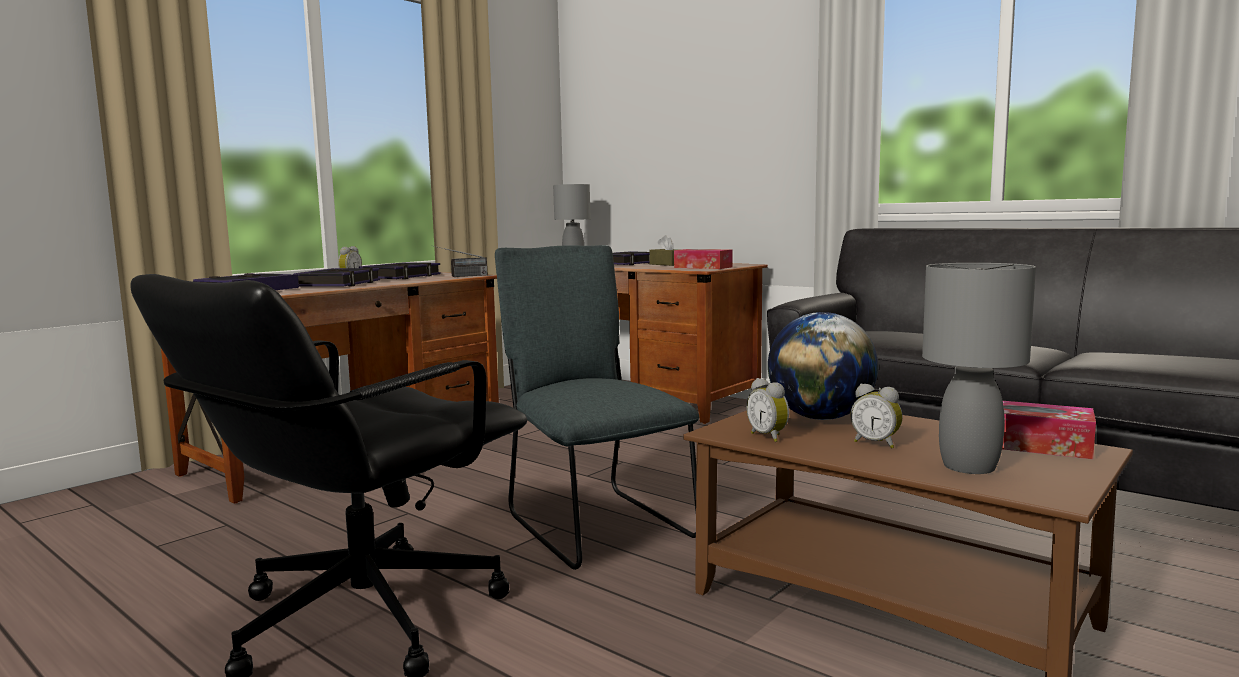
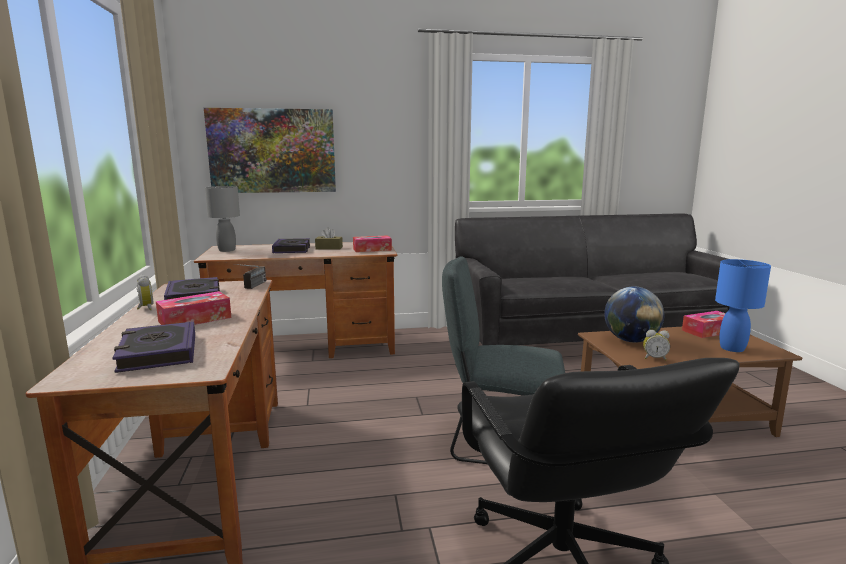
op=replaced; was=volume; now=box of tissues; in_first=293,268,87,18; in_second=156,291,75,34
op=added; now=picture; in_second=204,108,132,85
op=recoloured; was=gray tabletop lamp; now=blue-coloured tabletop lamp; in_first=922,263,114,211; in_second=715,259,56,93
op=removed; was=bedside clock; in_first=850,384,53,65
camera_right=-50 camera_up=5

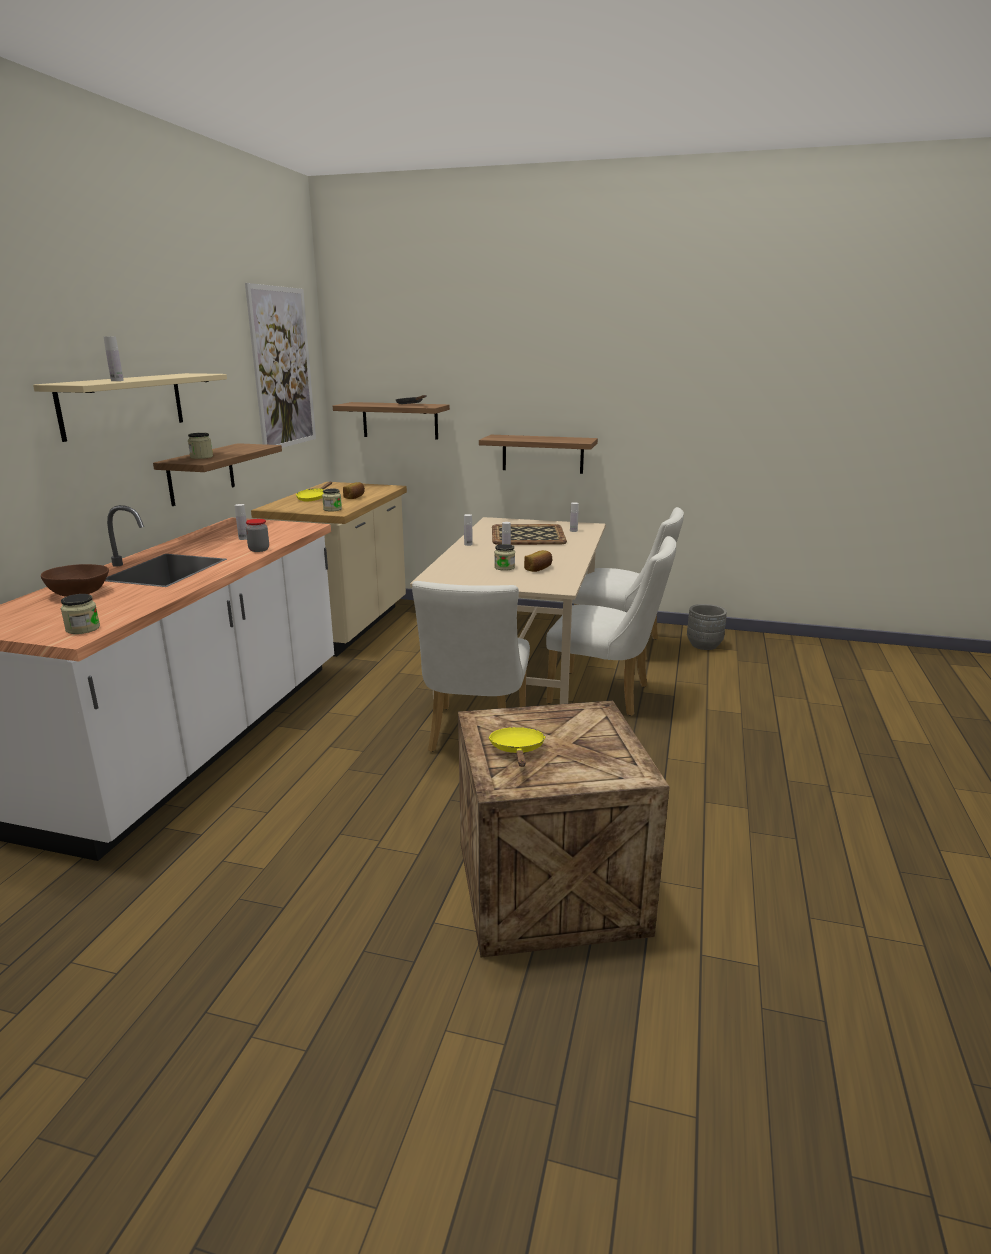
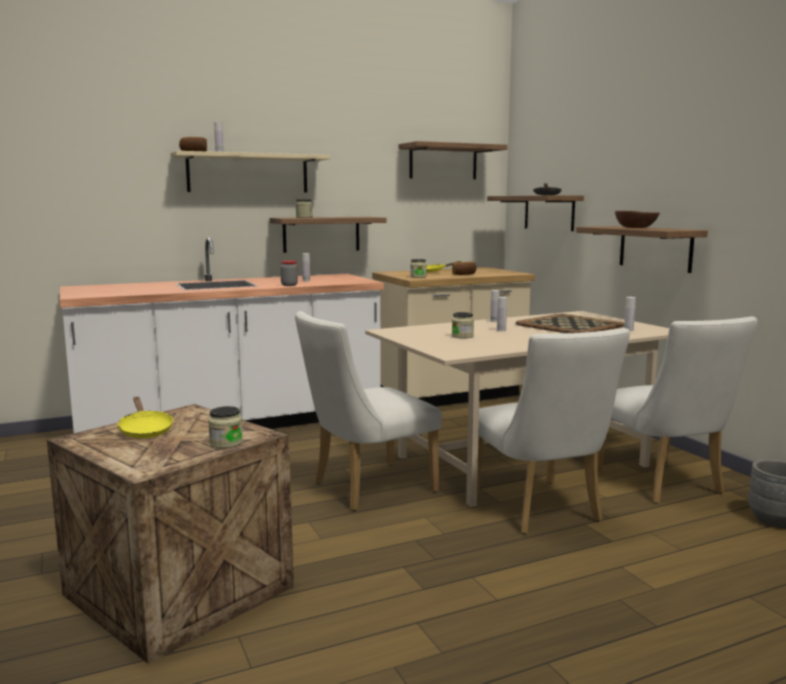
op=turned; was=yellow-coloured frying pan; in_first=488,727,58,40; in_second=117,397,56,41; clockwise=105
op=moved; was=bakery bread; in_first=524,550,28,22; in_second=179,137,28,14
op=moved; was=storage jar; in_first=60,594,40,40; in_second=208,406,35,42
op=replaced; was=picture; now=wall shelf; in_first=245,283,71,165; in_second=399,141,109,38
op=moved; was=brownish serving bowl; in_first=41,564,68,33; in_second=615,211,45,17
camera_right=50 camera_up=-10

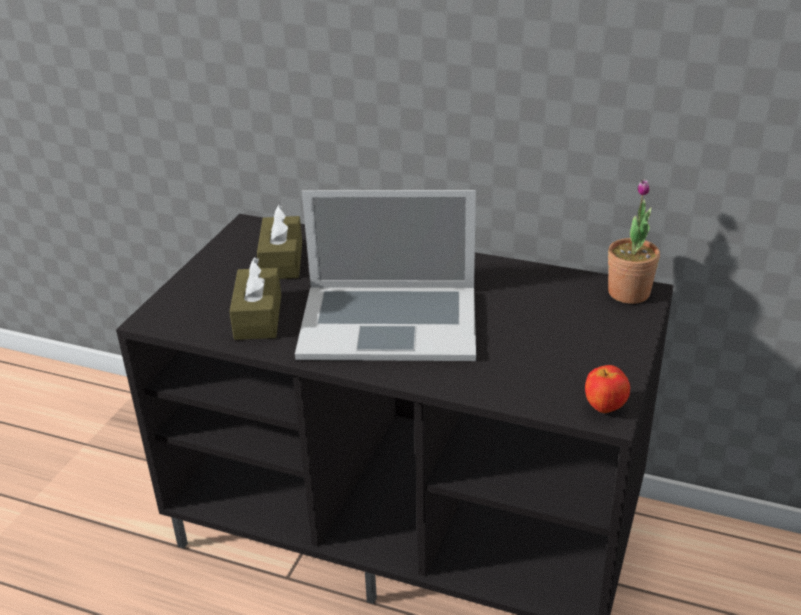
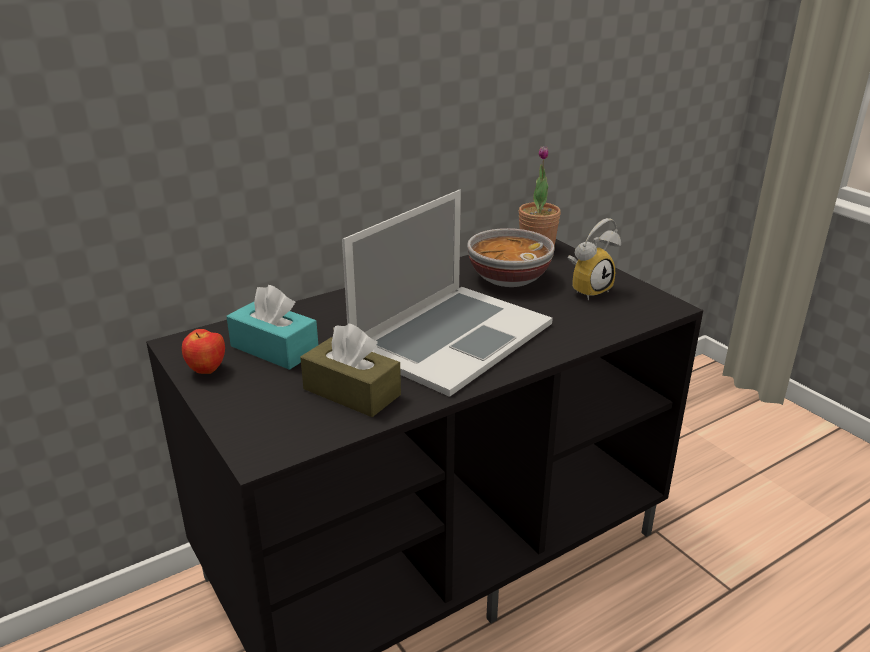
op=moved; was=whole apple; in_first=585,365,45,48; in_second=182,329,43,45
op=recoloured; was=brownish box of tissues; now=blue-green box of tissues; in_first=257,205,45,74; in_second=226,285,92,85
op=added; now=serving bowl; in_second=467,228,88,59
op=added; now=bedside clock; in_second=567,218,54,82
camera_right=-55 camera_up=-5

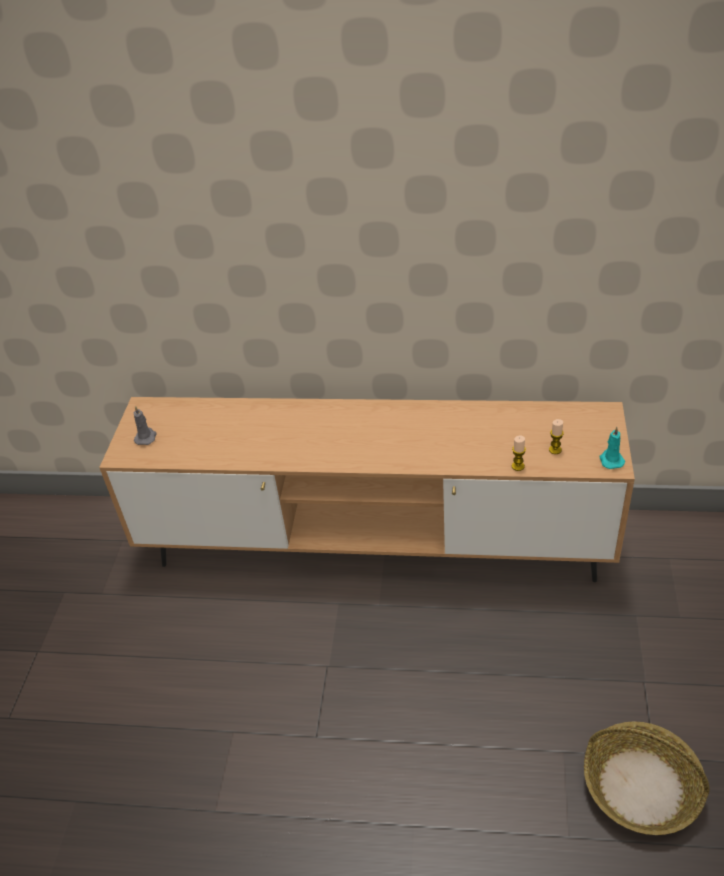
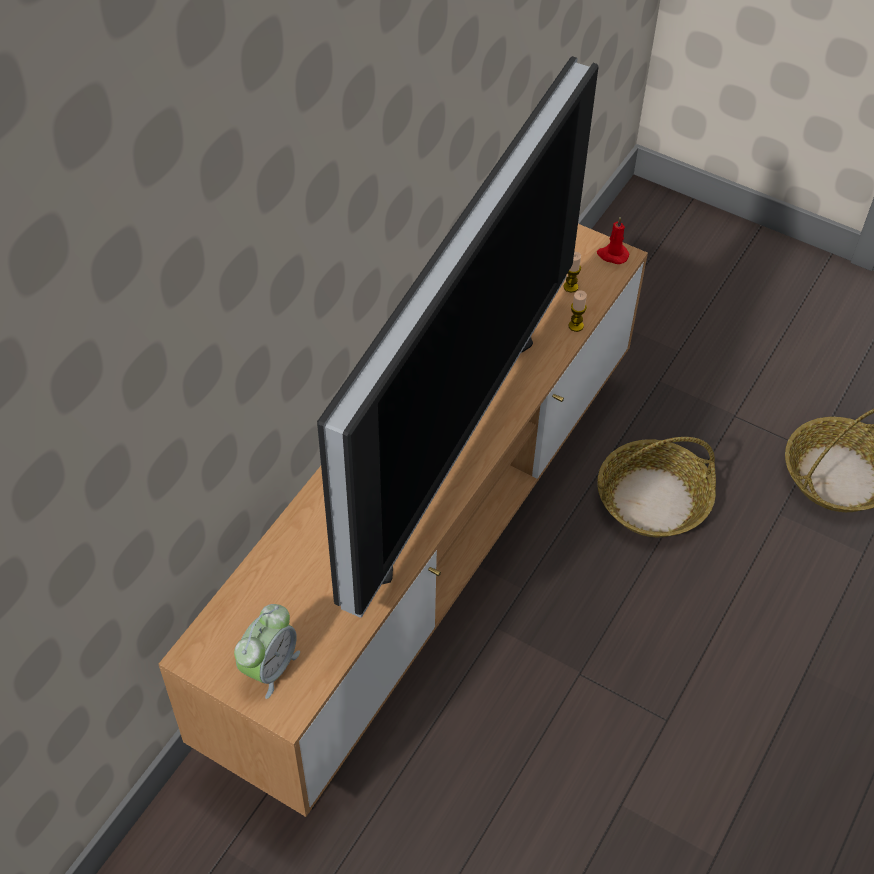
op=replaced; was=gray candle; now=bedside clock; in_first=134,406,22,39; in_second=234,604,66,95
op=added; now=TV; in_second=317,56,282,562
op=recoloured; was=blue-green candle; now=red-coloured candle; in_first=600,427,25,42; in_second=597,217,32,47
op=added; now=basket; in_second=597,437,119,100
camera_right=-70 camera_up=10

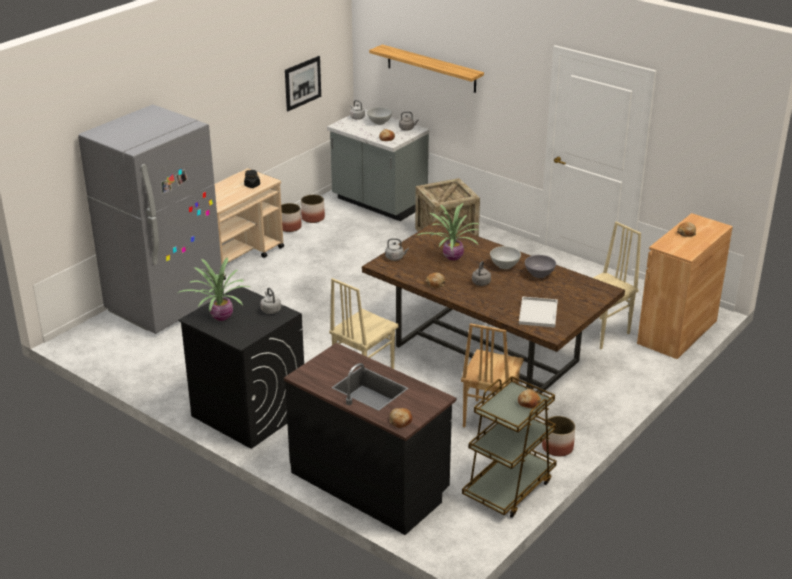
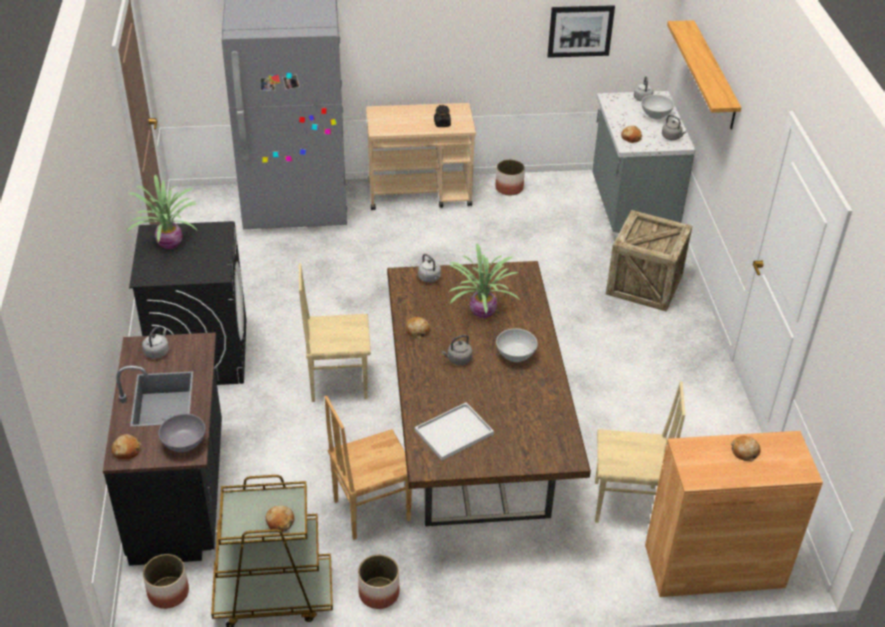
op=moved; was=gray tea kettle; in_first=260,287,21,27; in_second=142,326,27,33
op=moved; was=flower pot; in_first=301,195,24,28; in_second=143,554,46,55
op=moved; was=gray serving bowl; in_first=525,255,31,23; in_second=158,414,47,38
camera_right=45 camera_up=10

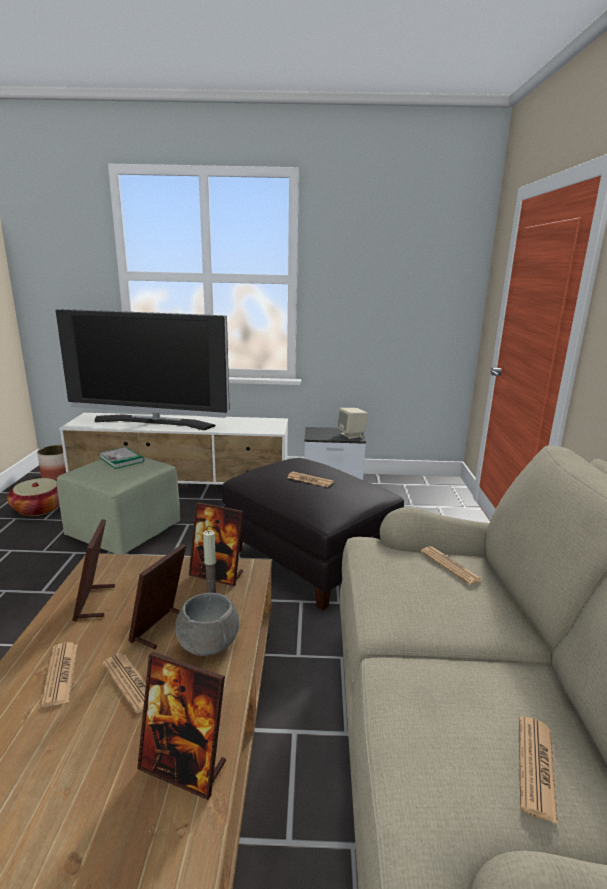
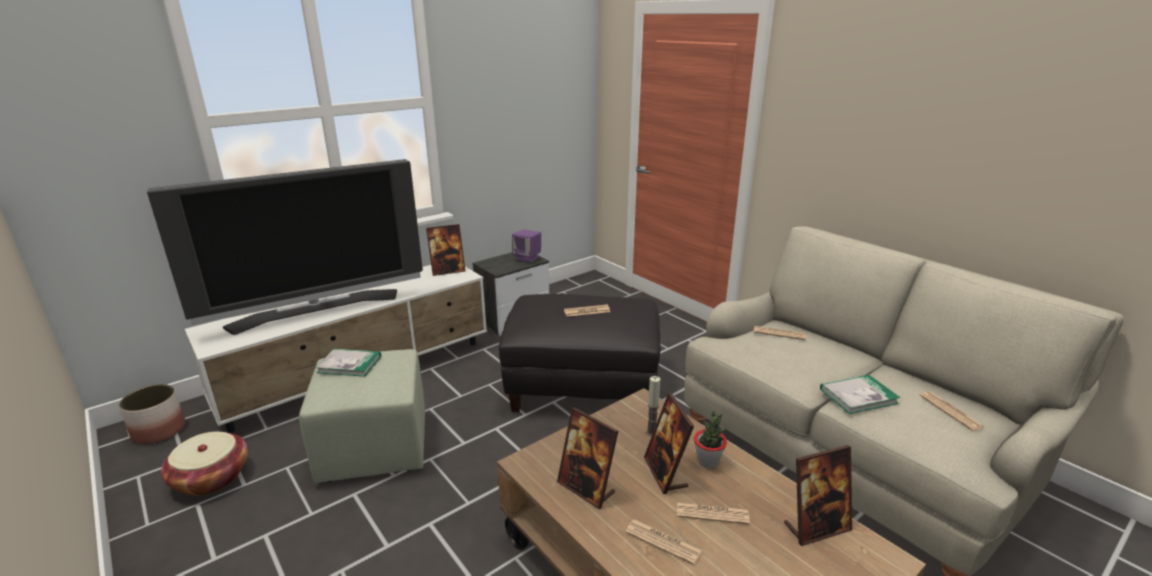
op=moved; was=picture frame; in_first=189,502,55,84; in_second=426,224,40,52
op=recoloured; was=beige speaker; now=purple-coloured speaker; in_first=337,408,31,31; in_second=512,229,29,34
op=replaced; was=gray serving bowl; now=plant in a pot; in_first=175,593,64,63; in_second=694,411,33,58
op=added; now=volume; in_second=820,375,80,39
camera_right=-40 camera_up=5

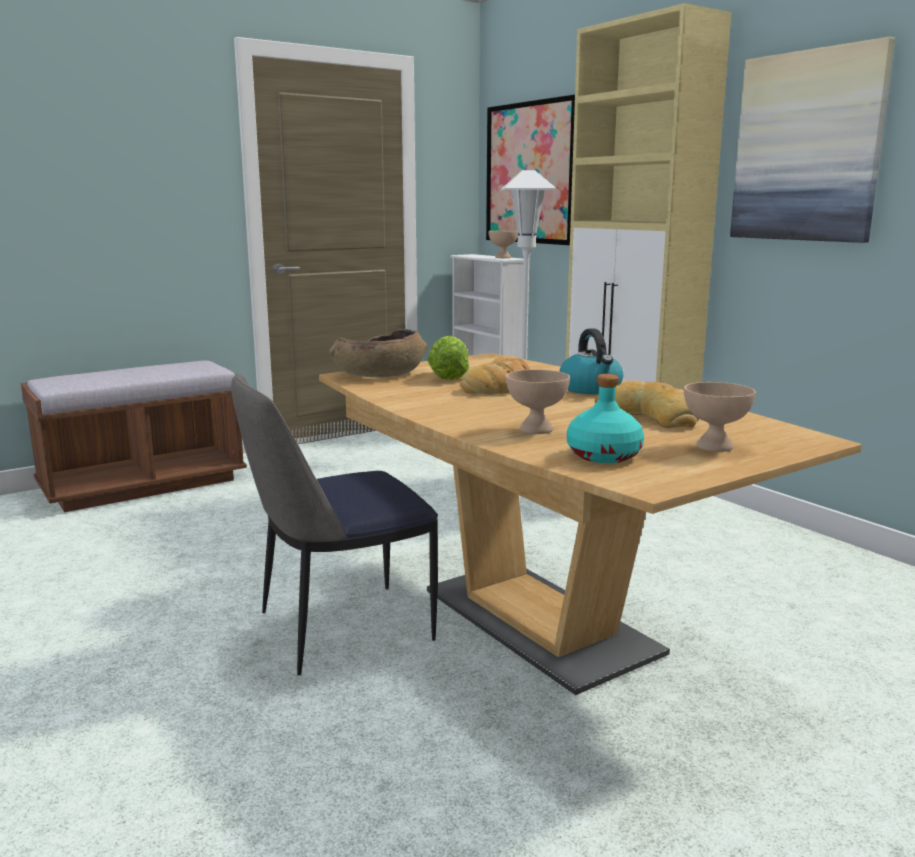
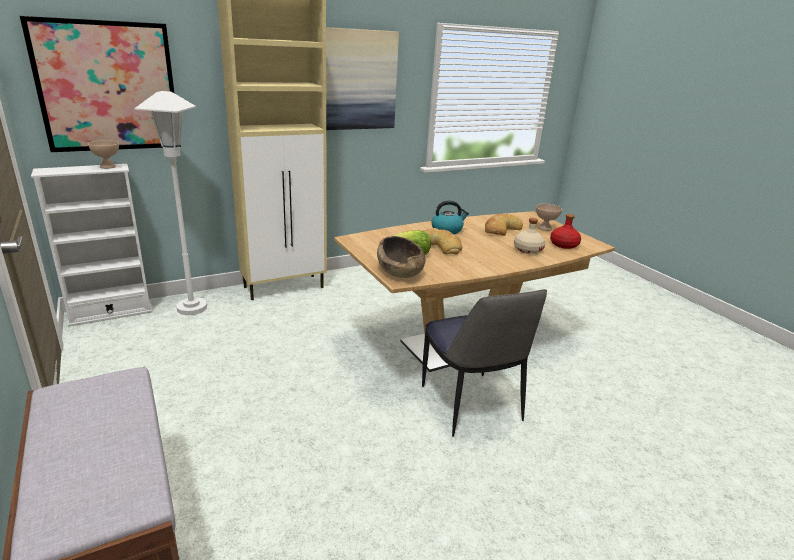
op=replaced; was=beige serving bowl; now=beige drink bottle; in_first=506,370,64,64; in_second=514,218,31,36
op=recoloured; was=blue-green drink bottle; now=red-coloured drink bottle; in_first=567,374,77,89; in_second=550,214,31,35
camera_right=-85 camera_up=10

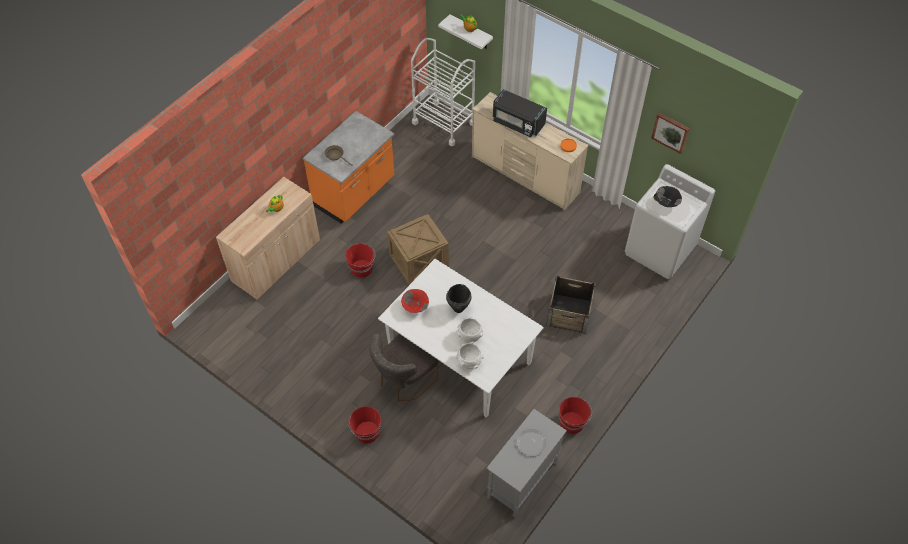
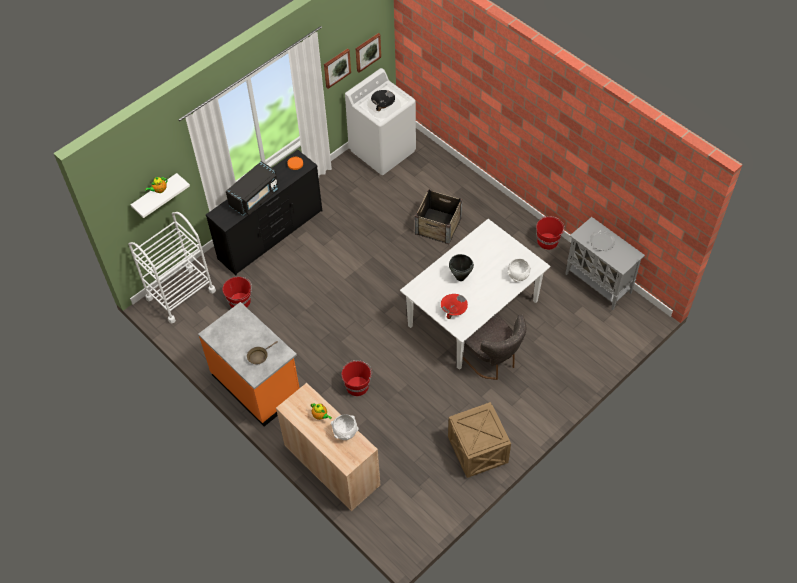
op=recoloured; was=beige chest of drawers; now=black-coloured chest of drawers; in_first=472,92,116,118; in_second=206,150,116,125
op=moved; was=red-coloured bucket; in_first=348,406,33,38; in_second=223,277,29,31
op=moved; was=white serving bowl; in_first=457,317,26,27; in_second=331,414,28,26
op=added; now=picture; in_second=355,33,26,40
op=moved; was=crate; in_first=387,214,62,70; in_second=448,402,63,76
camera_right=-80 camera_up=0

